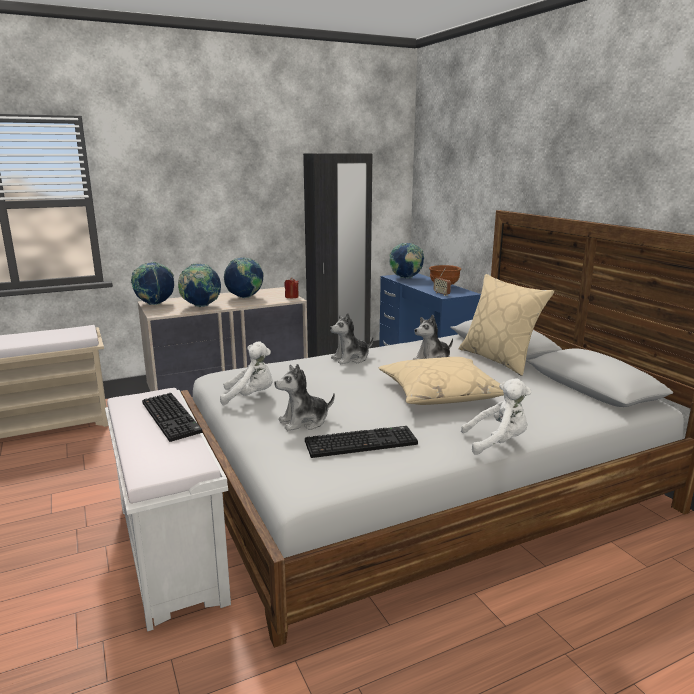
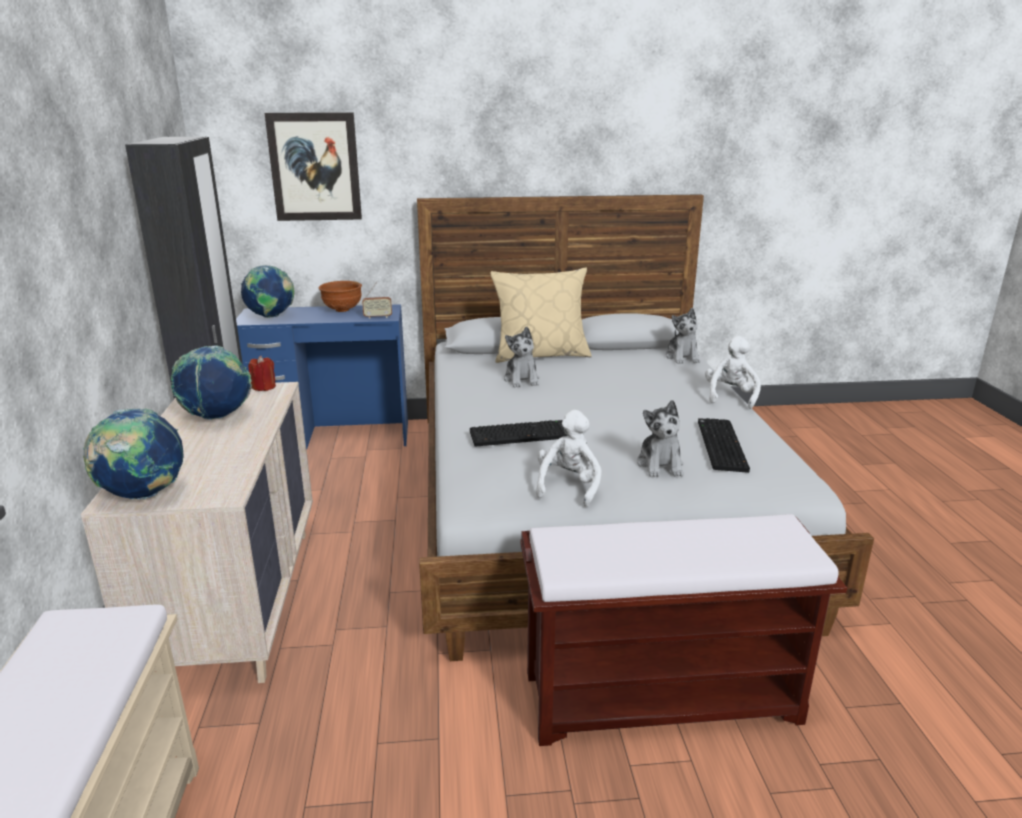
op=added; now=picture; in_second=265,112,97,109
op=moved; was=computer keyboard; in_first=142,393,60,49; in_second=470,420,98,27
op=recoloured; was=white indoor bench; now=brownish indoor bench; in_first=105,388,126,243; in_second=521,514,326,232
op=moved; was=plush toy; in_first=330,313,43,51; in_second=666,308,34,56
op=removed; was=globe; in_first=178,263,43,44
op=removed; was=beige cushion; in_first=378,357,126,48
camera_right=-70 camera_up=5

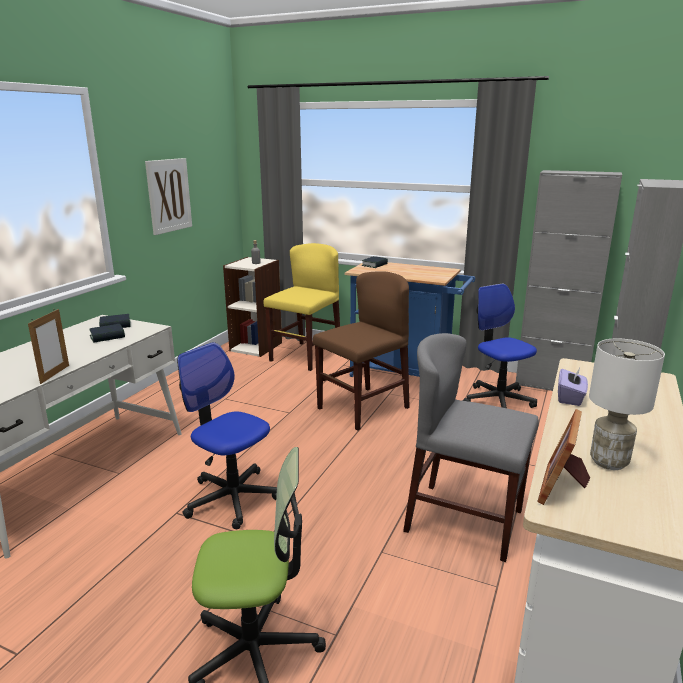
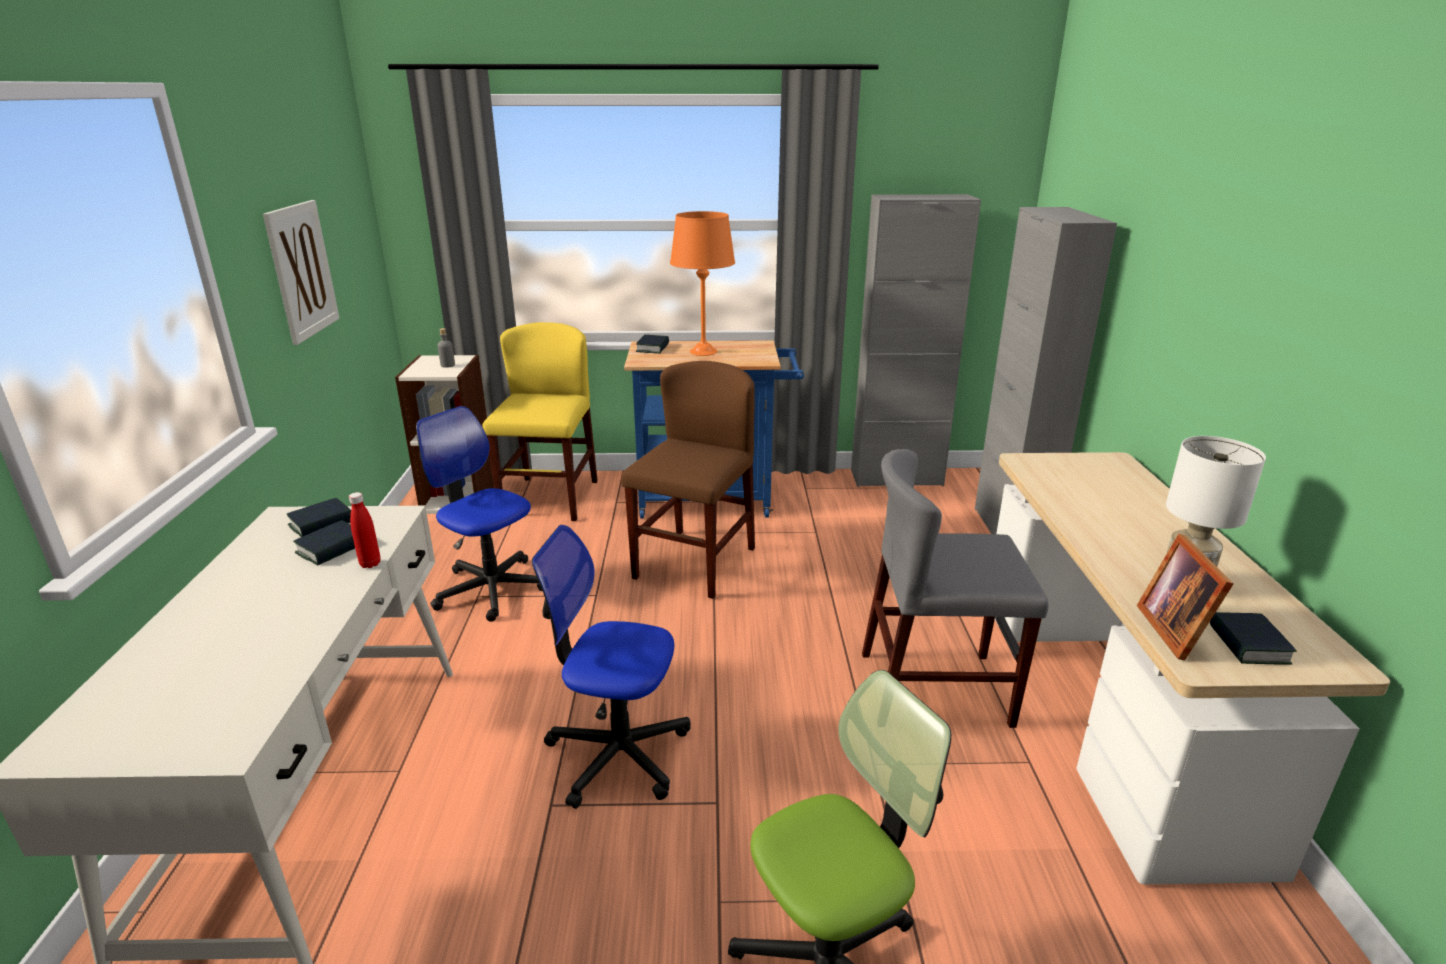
op=added; now=red-coloured drink bottle; in_second=349,492,31,76
op=moved; was=desk chair; in_first=463,283,74,125; in_second=416,406,126,216
op=added; now=orange-coloured tabletop lamp; in_second=670,211,65,145
op=added; now=volume; in_second=1210,612,87,53
op=removed; was=picture frame; in_first=28,309,41,75
op=removed; was=purple-coloured box of tissues; in_first=558,366,30,40
camera_right=-25 camera_up=5

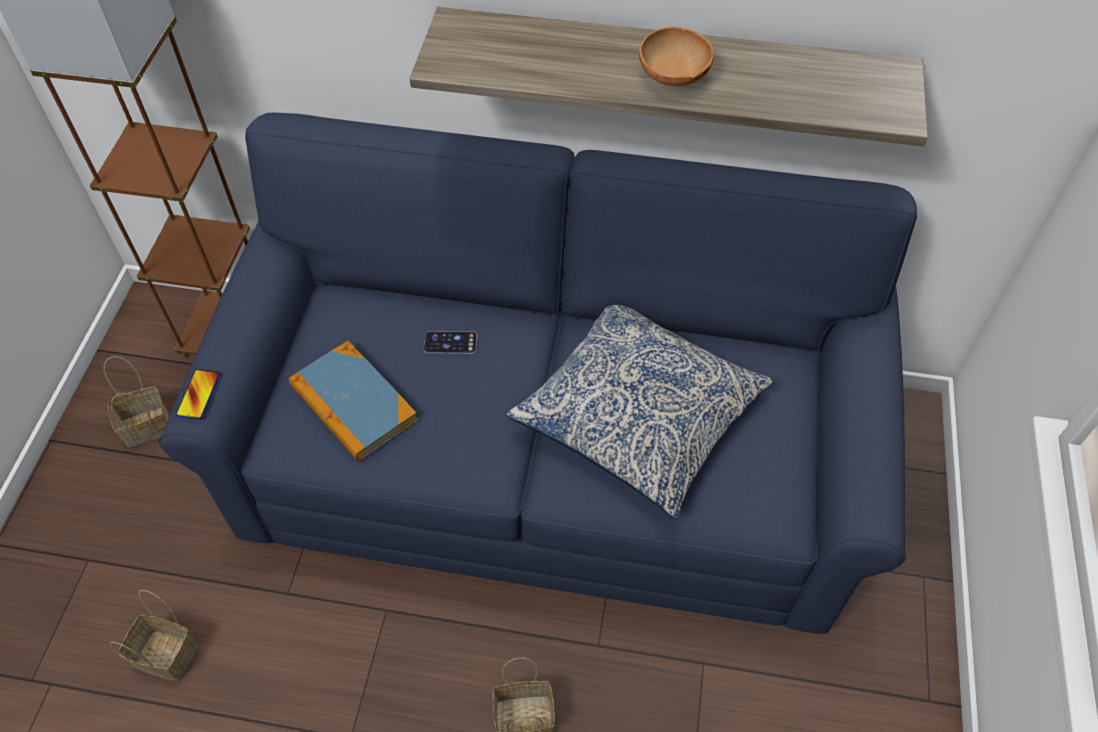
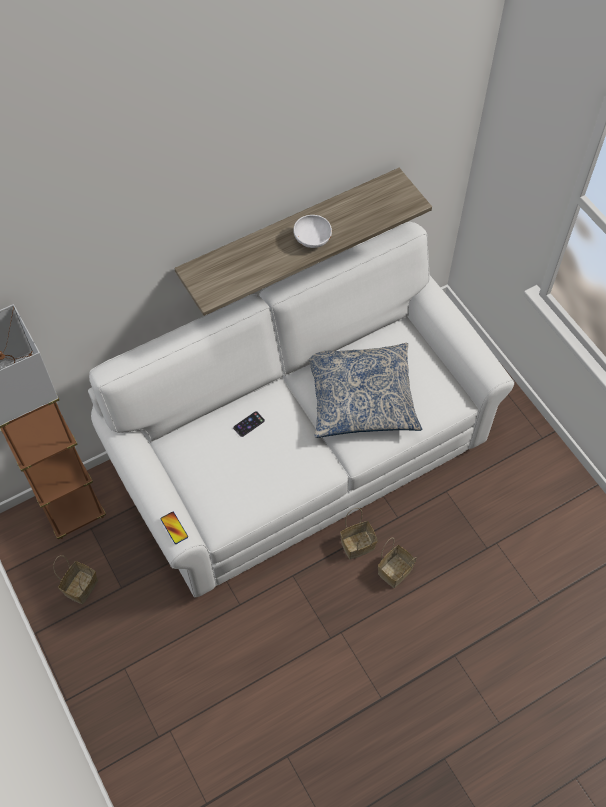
op=recoloured; was=blue-coloured couch; now=white couch; in_first=158,113,759,521; in_second=88,222,427,376
op=recoloured; was=brownish serving bowl; now=white serving bowl; in_first=639,26,75,60; in_second=293,215,39,33
op=moved; was=basket; in_first=110,590,88,91; in_second=340,508,38,52
op=removed; was=volume; in_first=289,341,129,121
camera_right=-40 camera_up=5

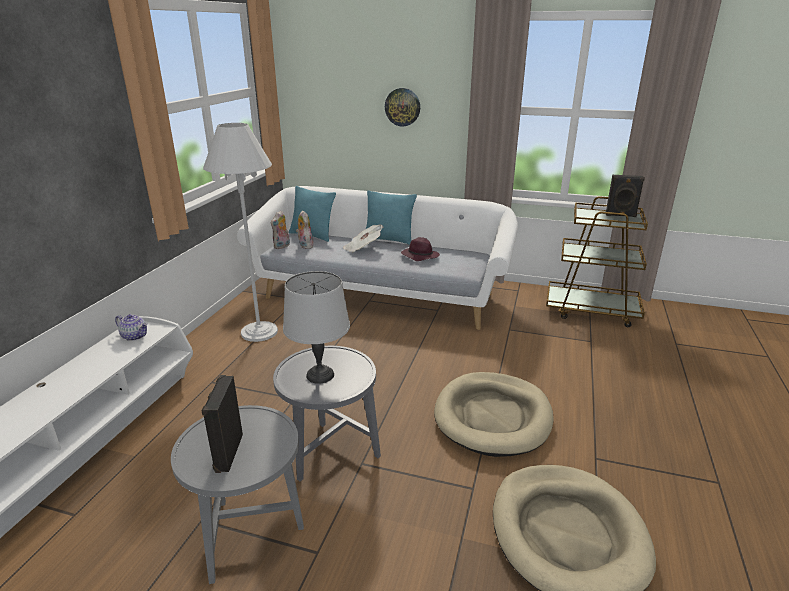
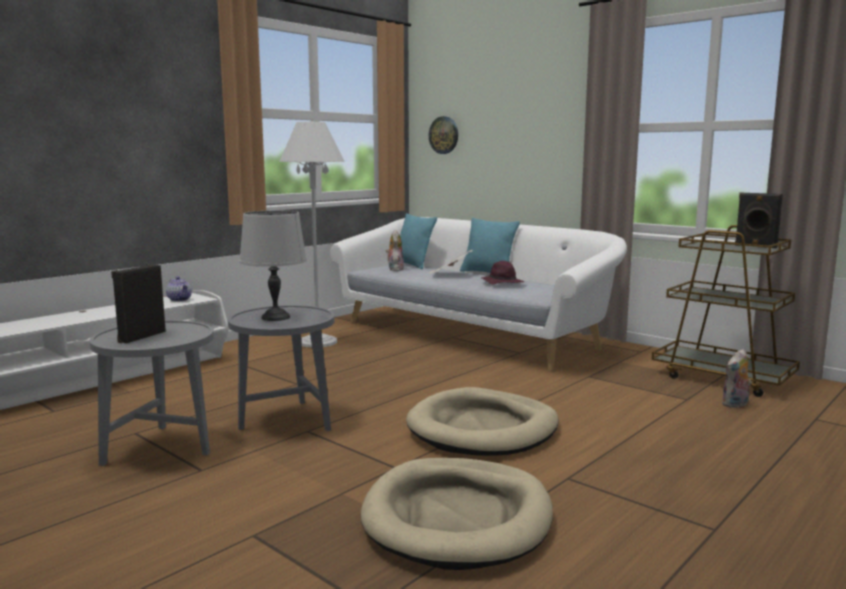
op=moved; was=wall clock; in_first=385,88,35,39; in_second=429,116,29,38
op=moved; was=plush toy; in_first=271,210,19,39; in_second=721,349,31,59
camera_right=25 camera_up=-15

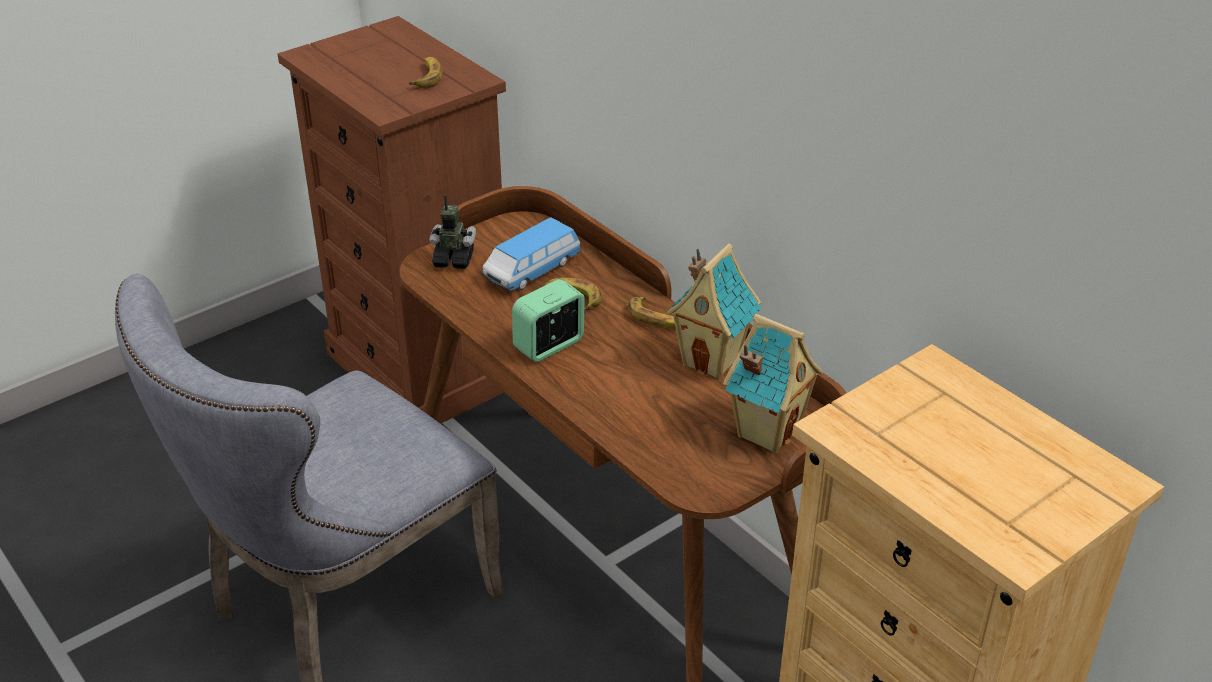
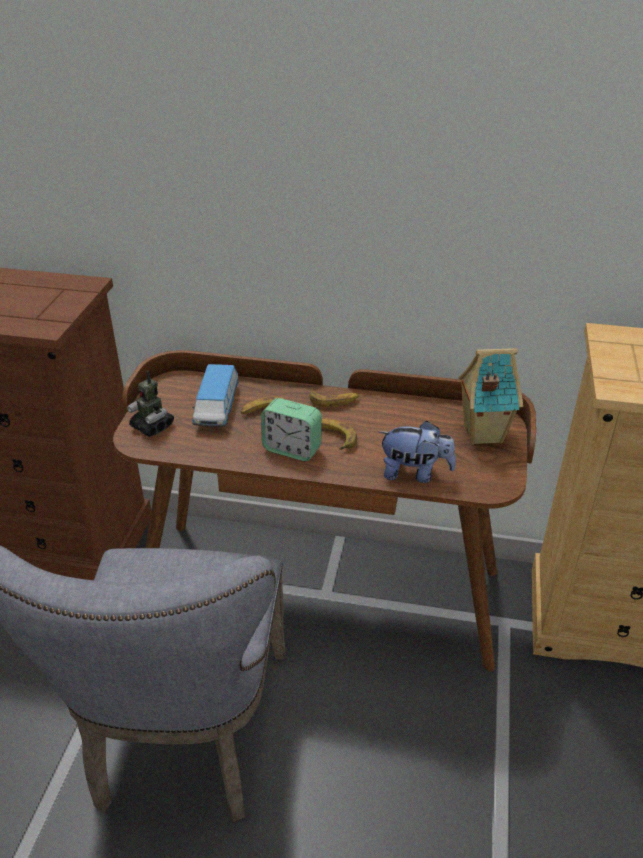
op=turned; was=model robot; in_first=429,195,47,74; in_second=127,371,47,66; clockwise=-105
op=turned; was=bedside clock; in_first=512,279,73,83; in_second=261,398,61,63; clockwise=-75
op=moved; was=banana; in_first=408,57,34,31; in_second=322,419,35,31
op=added; now=plush toy; in_second=379,421,77,62
op=removed; was=miniature house; in_first=667,243,94,137
camera_right=-40 camera_up=0

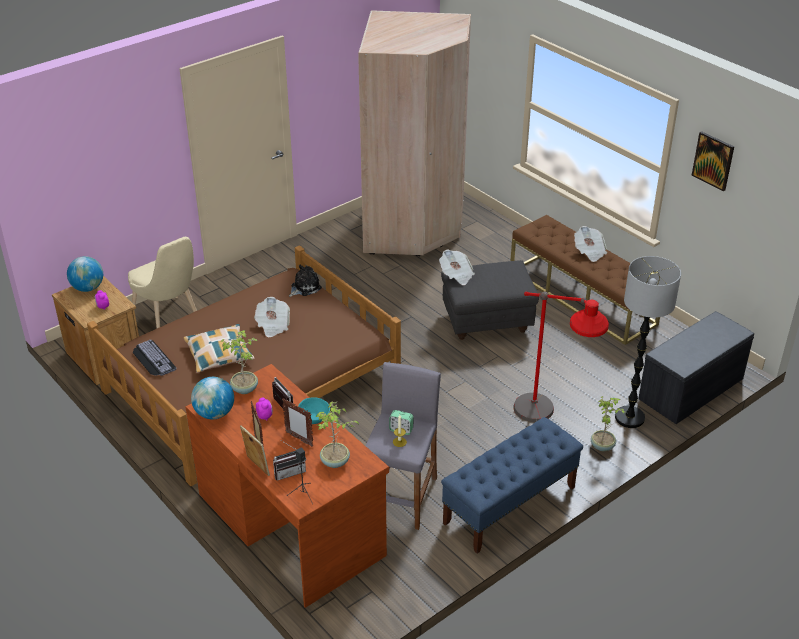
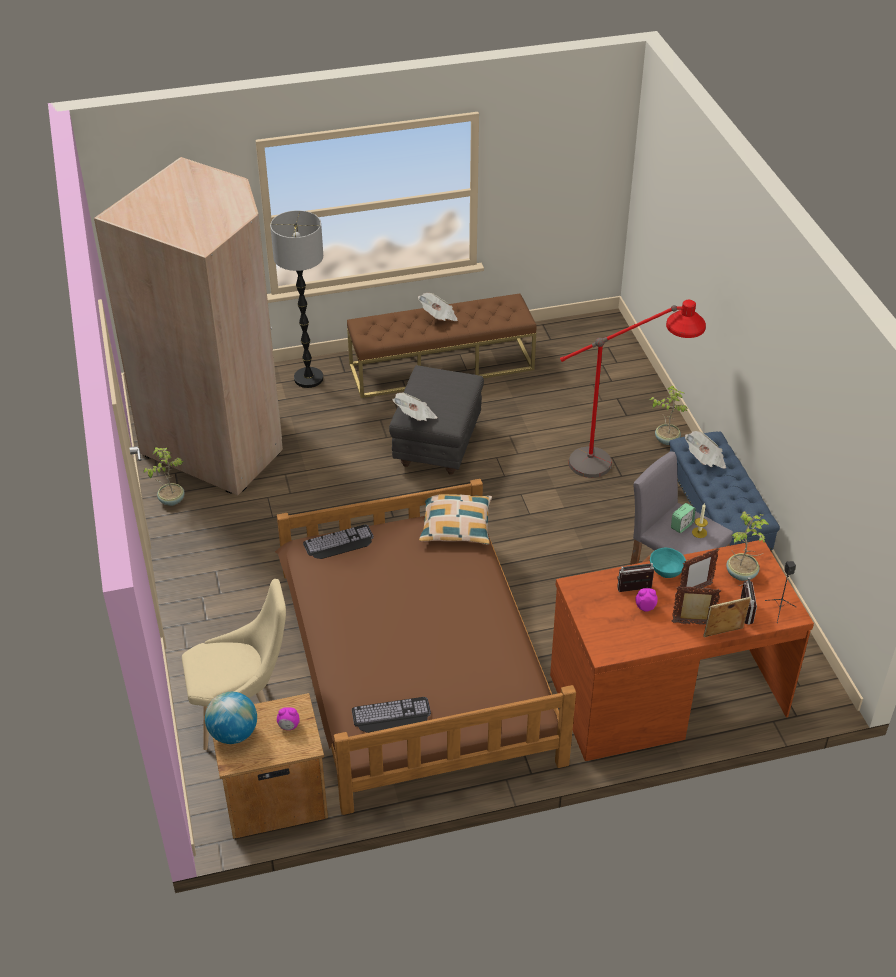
op=moved; was=plant in a pot; in_first=220,330,38,64; in_second=144,447,41,59
op=moved; was=standard lamp; in_first=615,256,66,172; in_second=270,210,53,178
op=replaced; was=plush toy; now=computer keyboard; in_first=289,265,33,32; in_second=303,525,71,34
op=moved; was=cushion; in_first=184,324,70,49; in_second=419,494,73,51
op=moved; was=daily paper; in_first=254,297,36,40; in_second=685,431,41,37
op=removed; was=globe; in_first=191,377,43,42
op=removed; was=gray indoor bench; in_first=638,311,116,113
op=removed; was=picture; in_first=691,131,43,60
camera_right=-65 camera_up=5

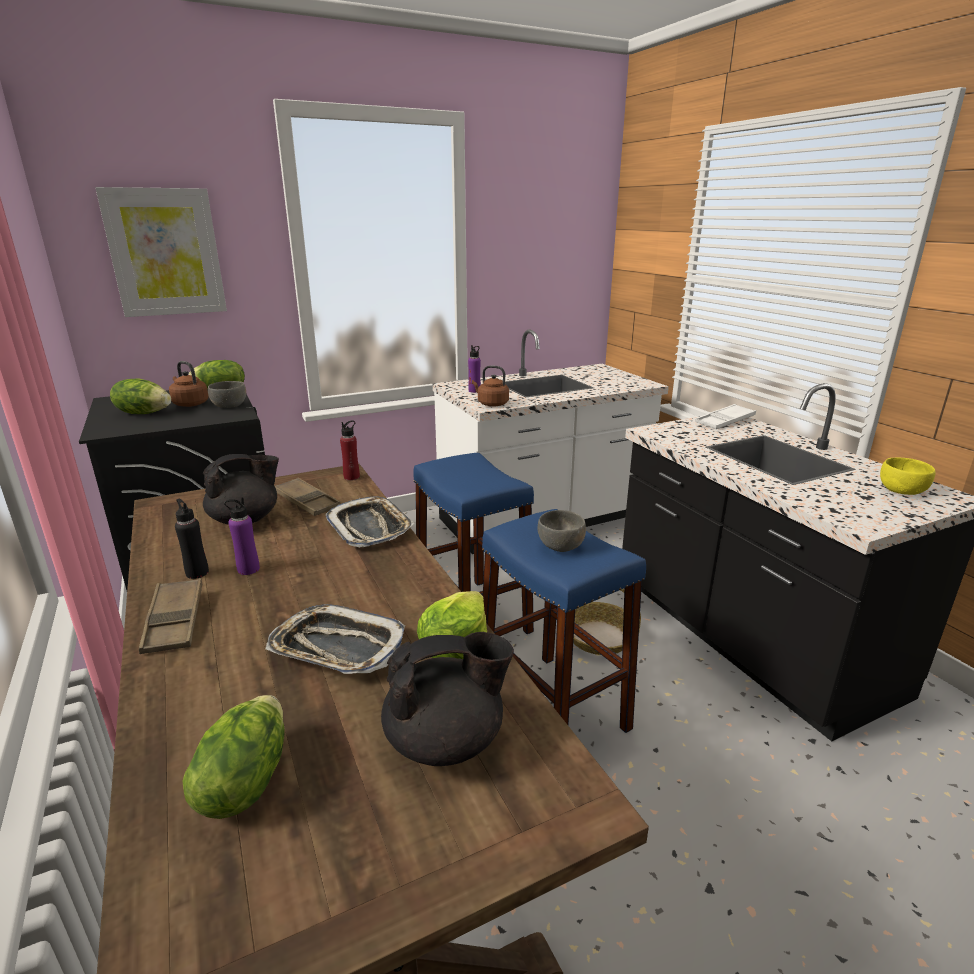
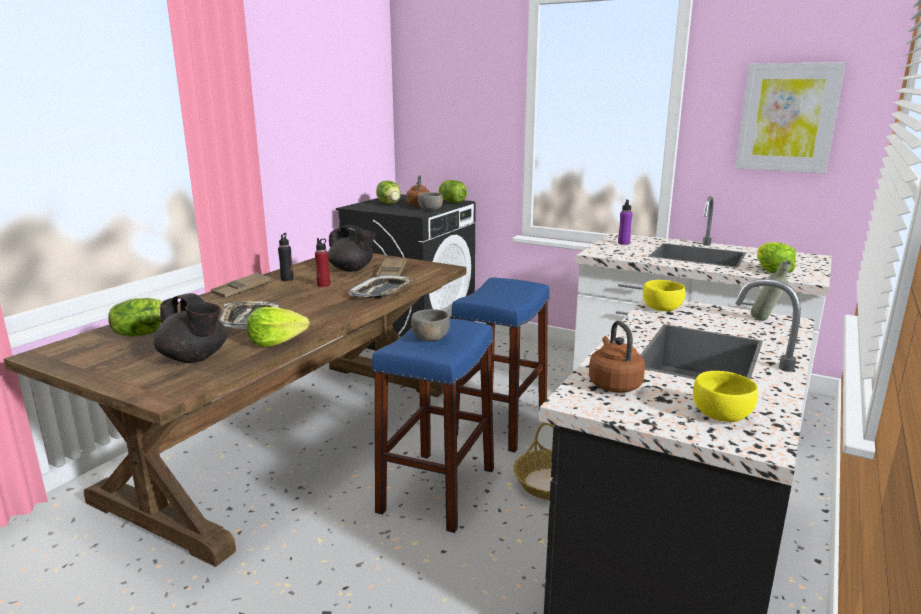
op=moved; was=red-coloured drink bottle; in_first=340,420,20,60; in_second=315,238,15,49
op=moved; was=brownish tea kettle; in_first=472,365,37,42; in_second=589,321,56,72
op=added; now=yellow-coloured serving bowl; in_second=643,280,43,32
op=moved; was=picture; in_first=95,187,132,130; in_second=735,62,111,111
op=replaced; was=white carrying tray; now=gray drink bottle; in_first=695,404,61,25; in_second=751,260,40,61
op=added; now=head of lettuce; in_second=757,242,39,31
op=removed; was=purple-coloured drink bottle; in_first=224,497,36,78
camera_right=55 camera_up=-5

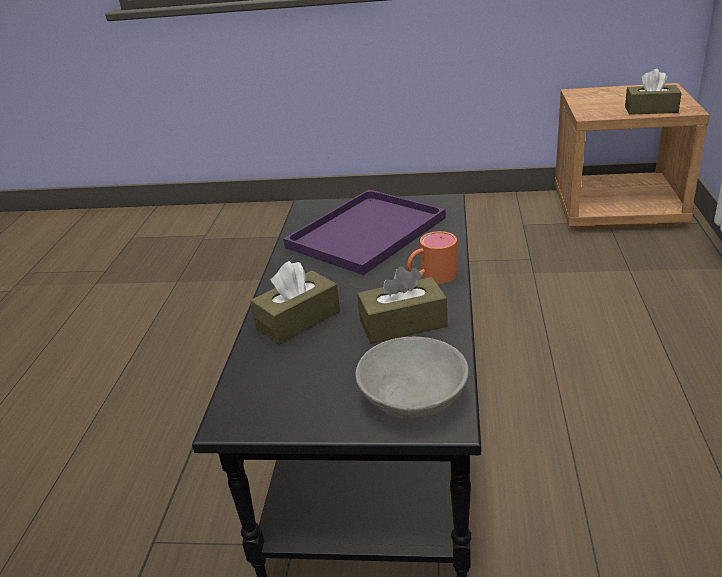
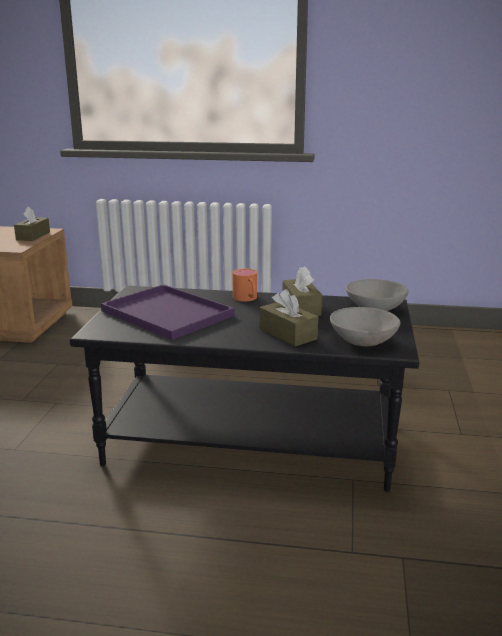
op=added; now=gray serving bowl; in_second=330,307,70,39
camera_right=-90 camera_up=-10

